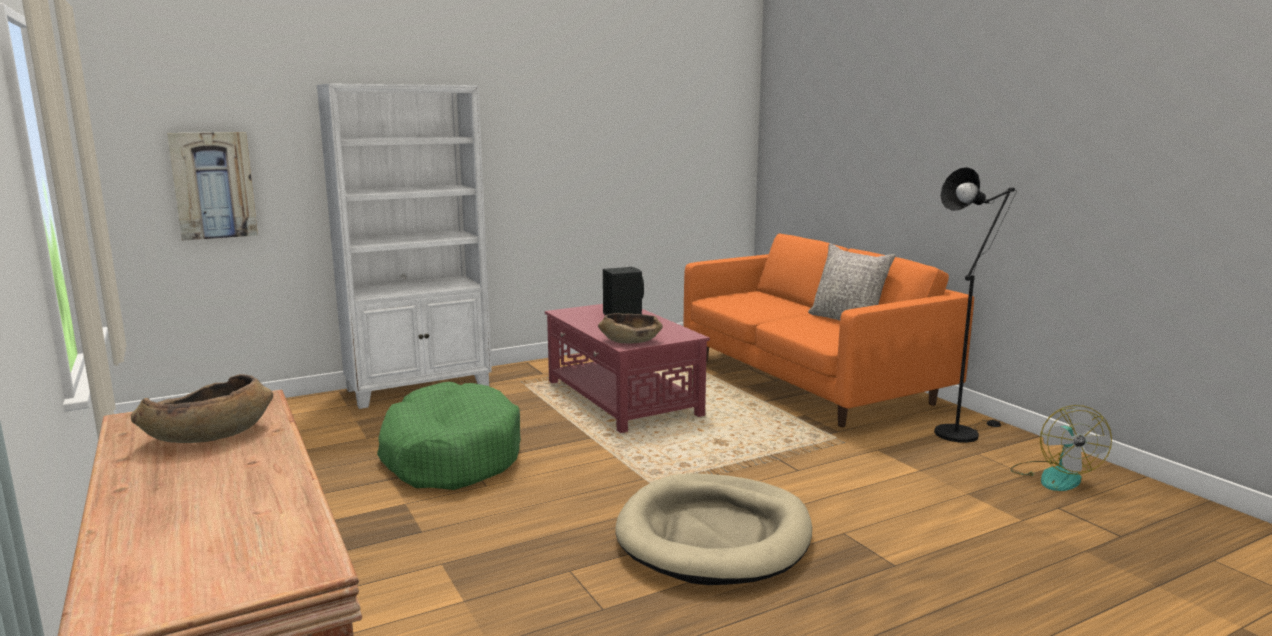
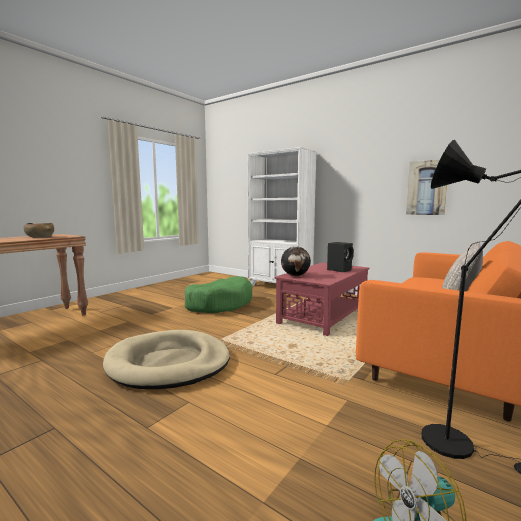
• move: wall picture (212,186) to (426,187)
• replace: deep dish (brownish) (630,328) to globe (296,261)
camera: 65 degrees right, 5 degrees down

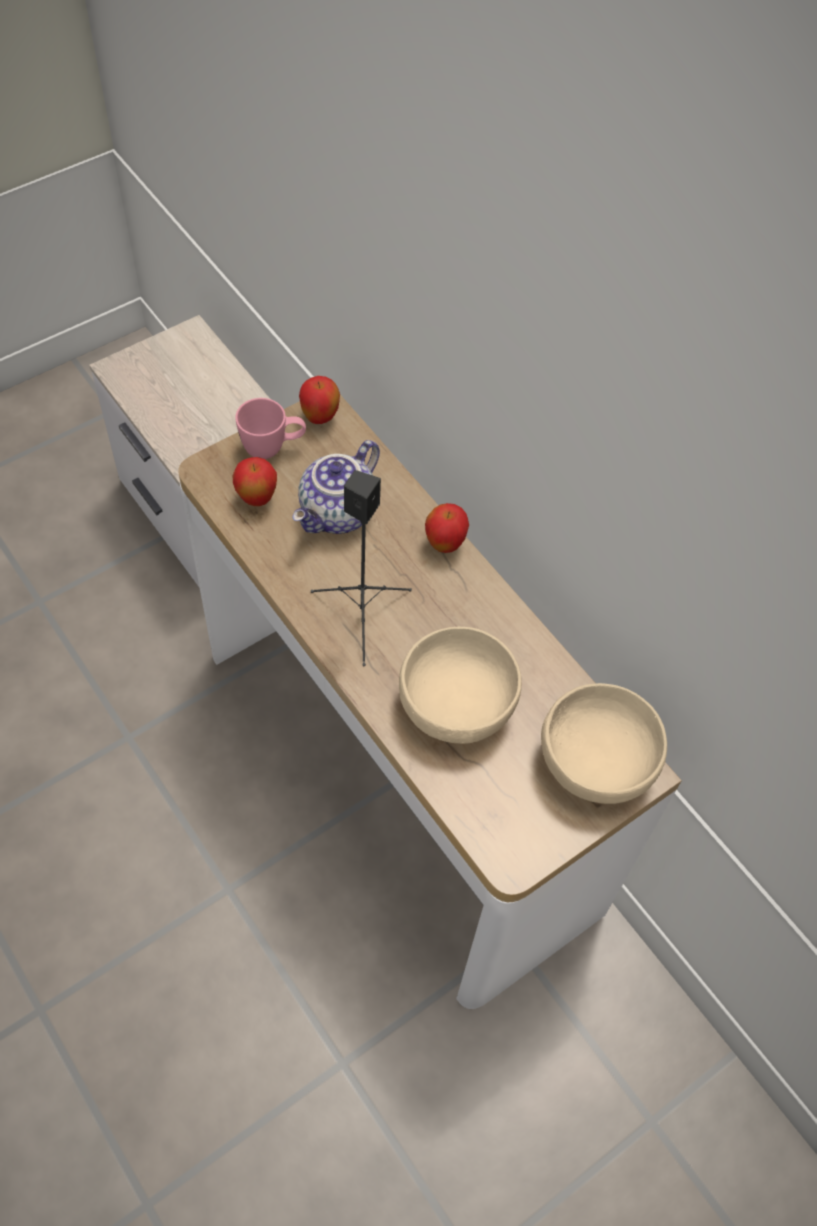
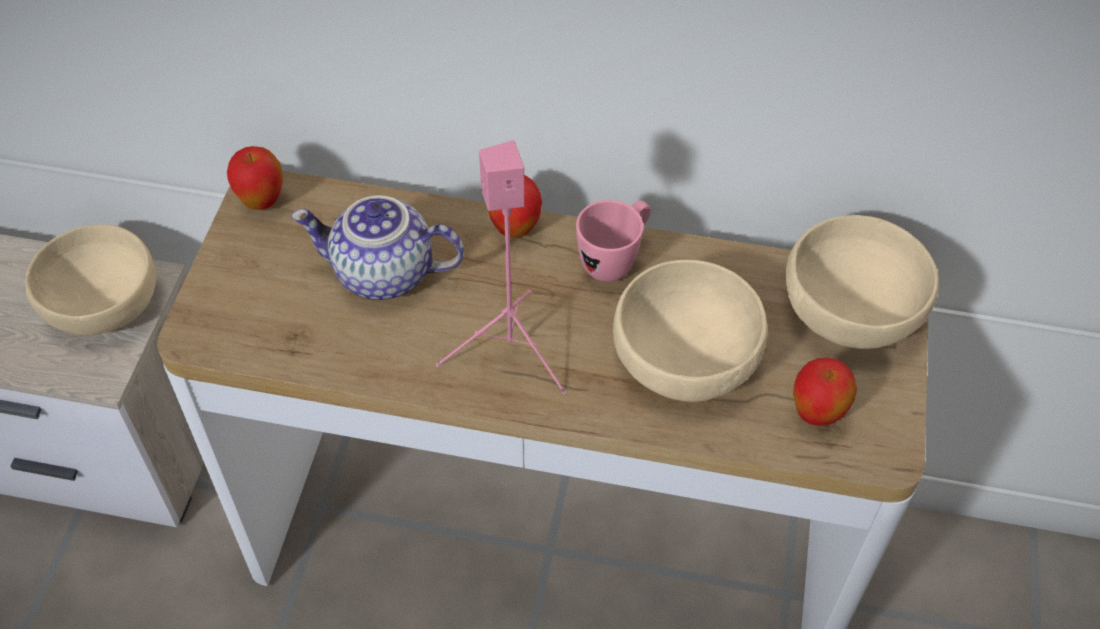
• insert: deep dish (sand-coloured) (90,279)
• move: whole apple (255,481) to (825,392)
• move: tea mug (pink-coloured) (270,428) to (613,241)
• recolor: loudspeaker (black-coloured) (361,568) to loudspeaker (pink-coloured) (501,267)
• rotate: tea pot (336,487) = (377,247) 105 degrees clockwise
camera: 40 degrees left, 5 degrees down

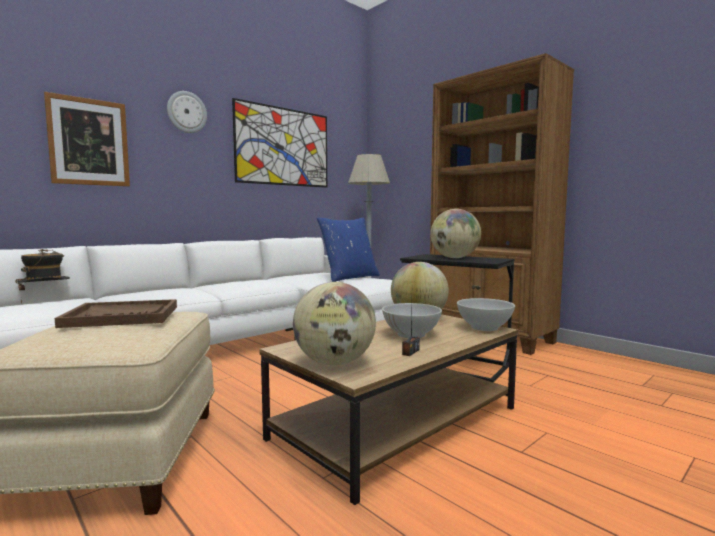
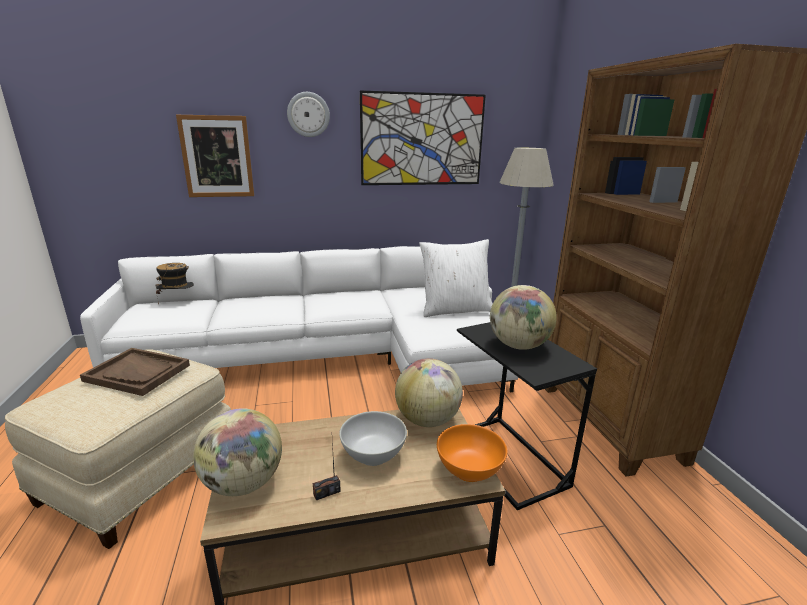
• recolor: cushion (bluish) (348,250) to cushion (white) (456,278)
• recolor: deep dish (white) (486,314) to deep dish (orangey) (472,453)
camera: 30 degrees right, 15 degrees up

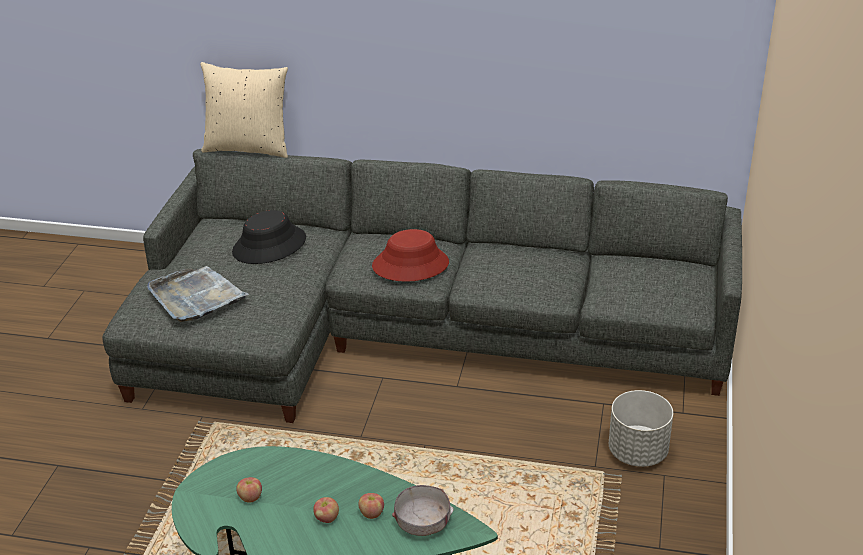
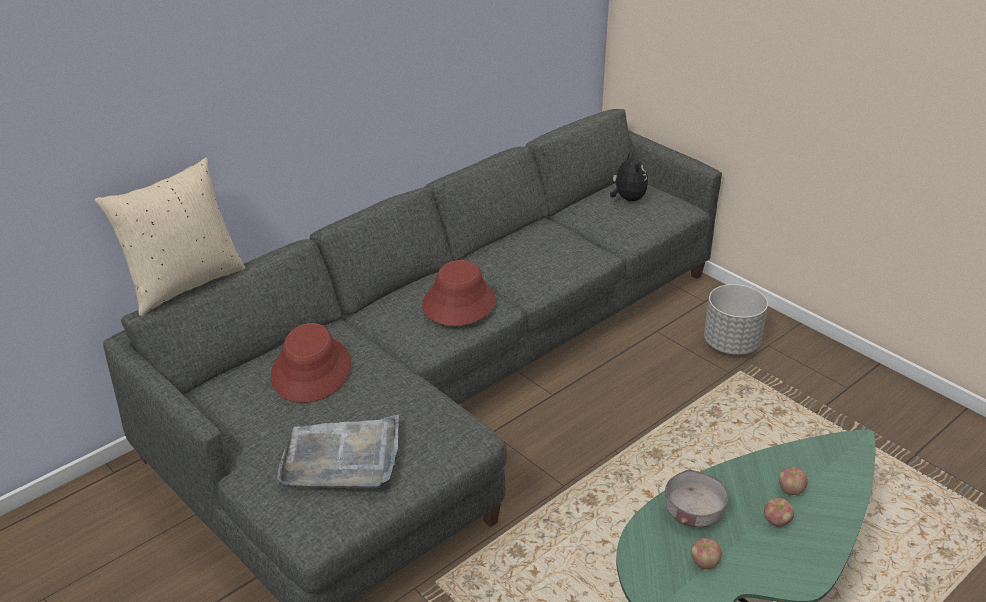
• insert: cuddly toy (629,176)
• move: deep dish (gray) (422,510) to (696,498)
• recolor: hat (black-coloured) (269,237) to hat (reddish) (311,363)
camera: 55 degrees left, 0 degrees up

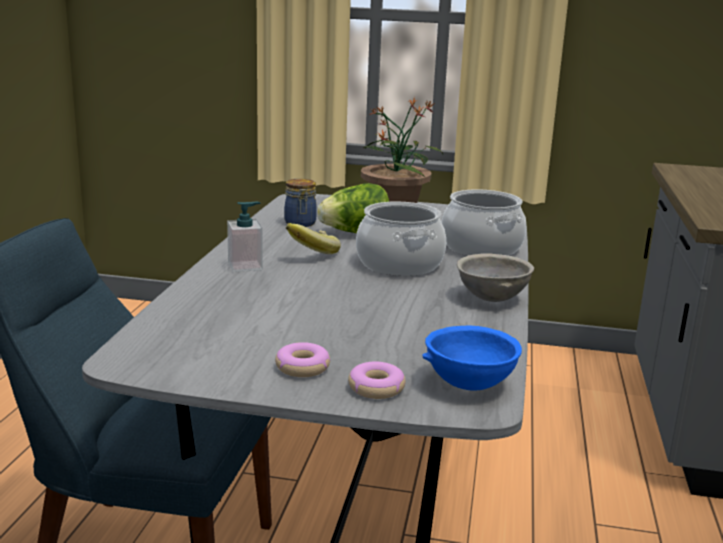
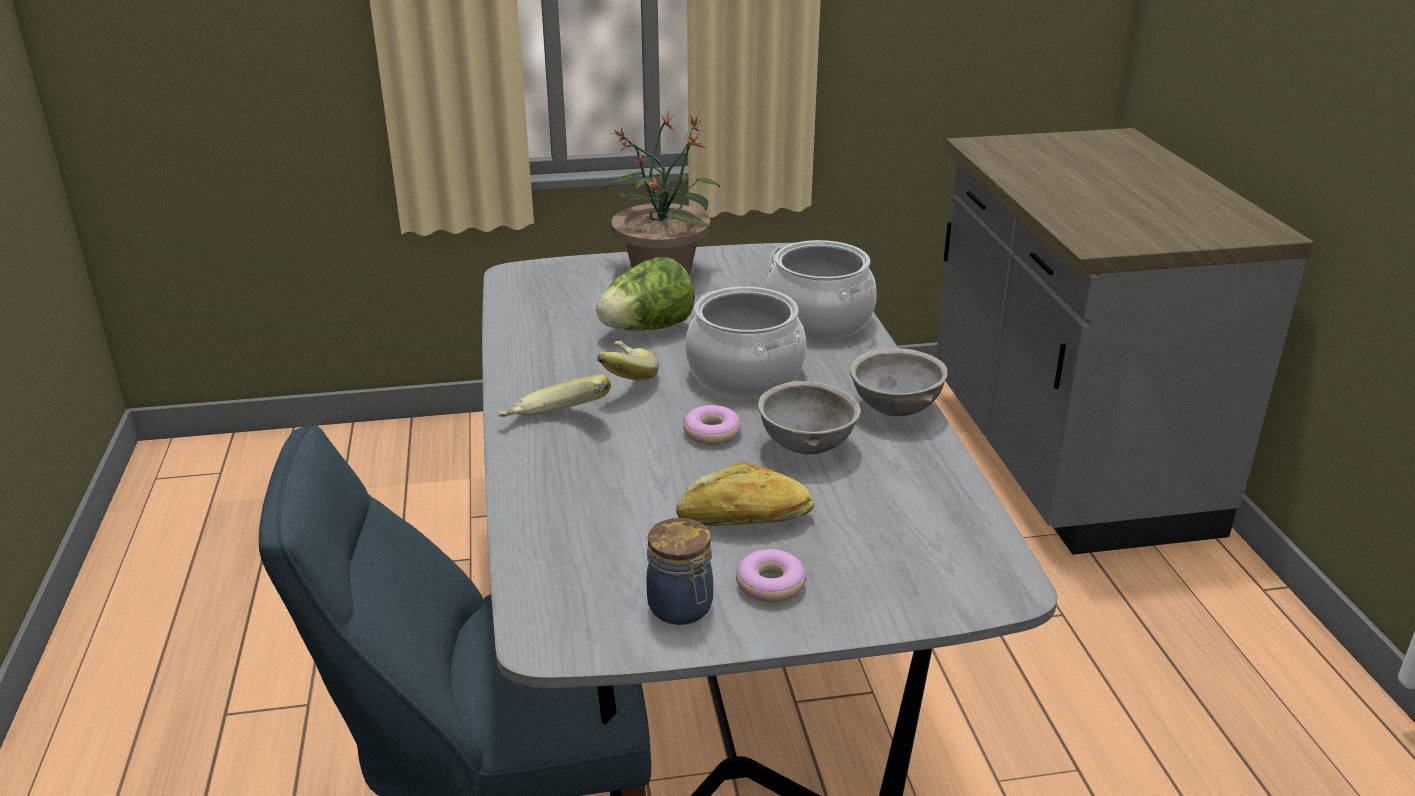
• delete: deep dish (bluish) (472,358)
• insert: bread (745,494)
• insert: deep dish (gray) (809,417)
• move: jar (300,203) to (679,571)
• move: ring doughnut (376,380) to (712,425)
• replace: liquid soap bottle (245,237) to whole banana (554,396)
camera: 20 degrees left, 10 degrees up

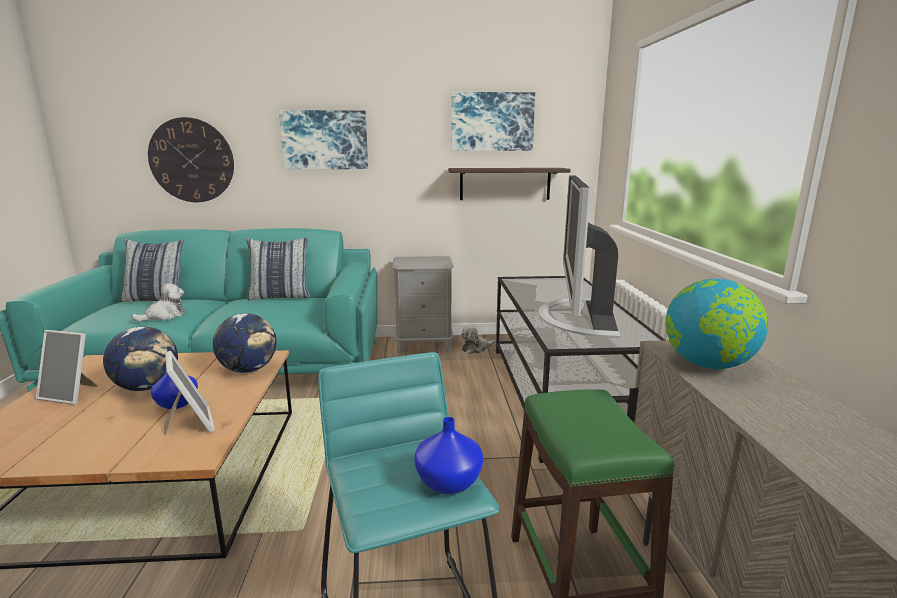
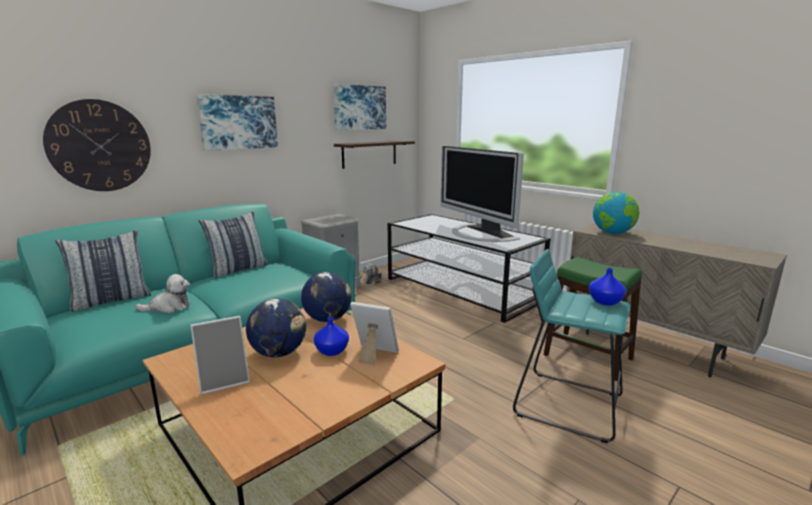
• rotate: cuddly toy (158,302) = (162,293) 60 degrees clockwise
camera: 40 degrees left, 0 degrees up

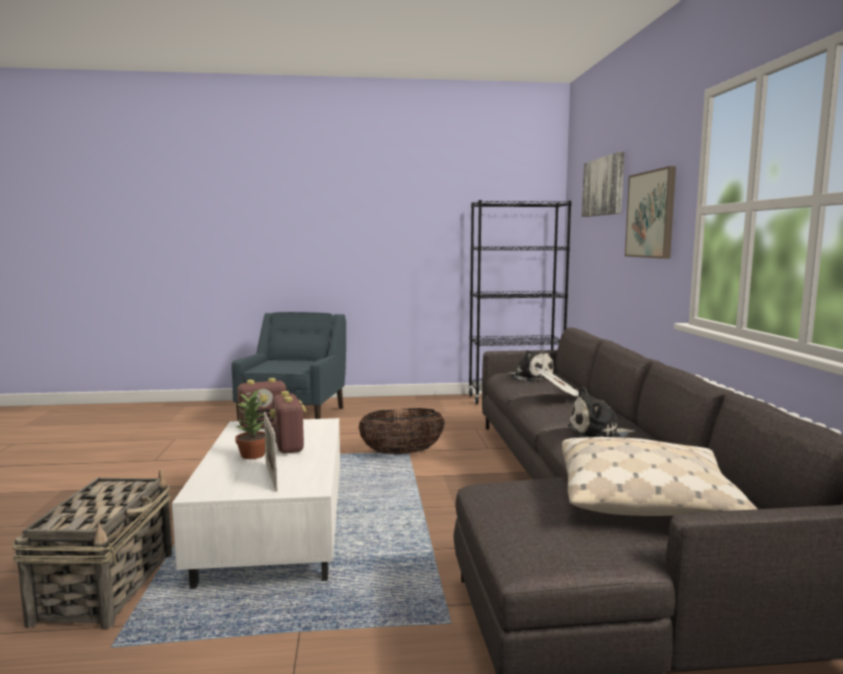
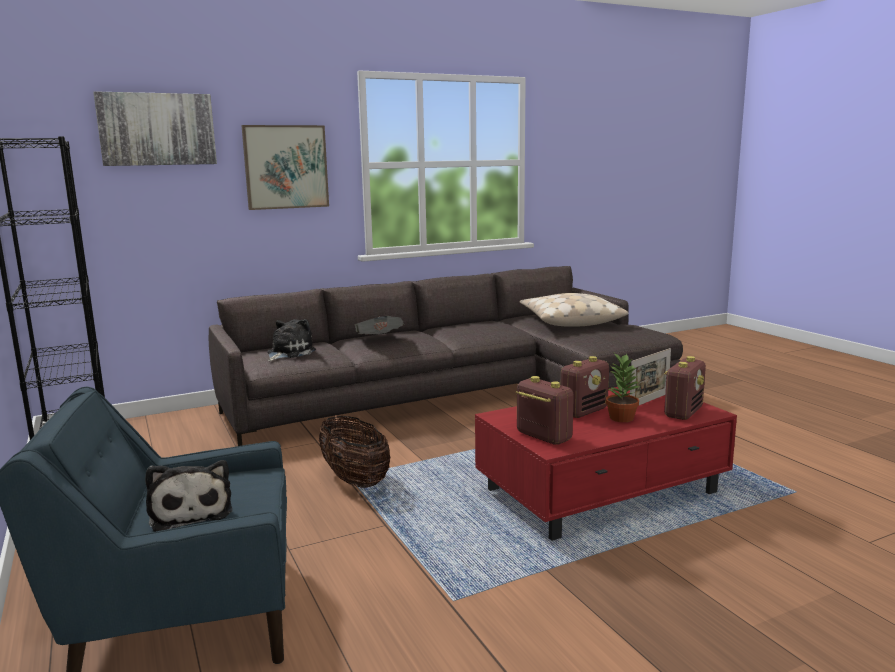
• delete: household basket (92,549)
• insert: radio set (685,388)
• move: cuddly toy (601,412) to (188,496)
• recolor: low table (white) (256,503) to low table (reddish) (606,464)
camera: 110 degrees left, 5 degrees up

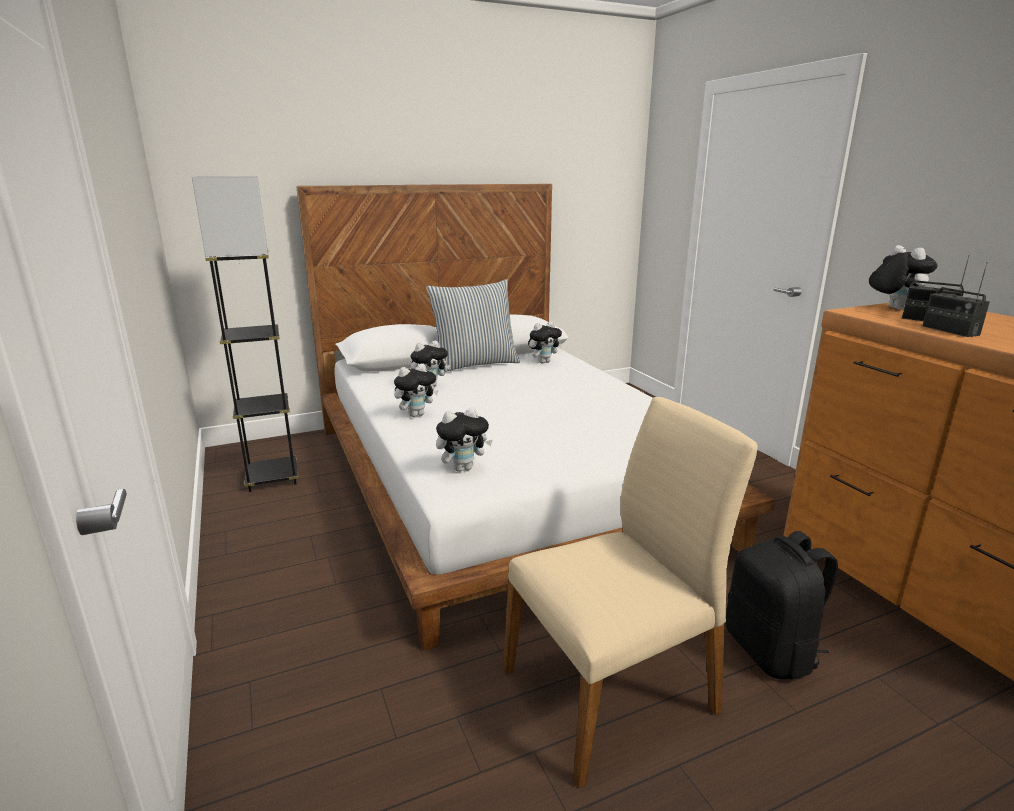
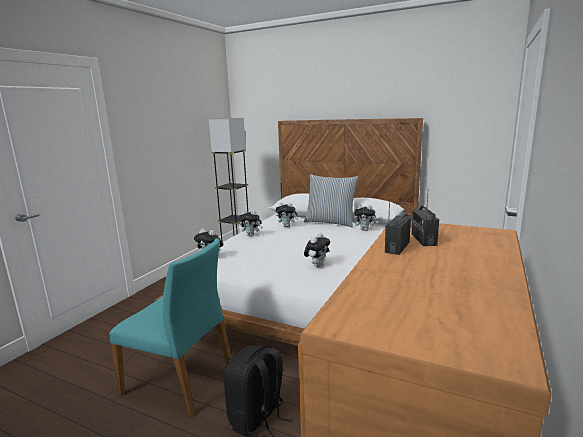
• move: cuddly toy (903,277) to (317,250)
• recolor: chair (sand-coloured) (630,593) to chair (blue-green) (170,327)
camera: 50 degrees right, 5 degrees down

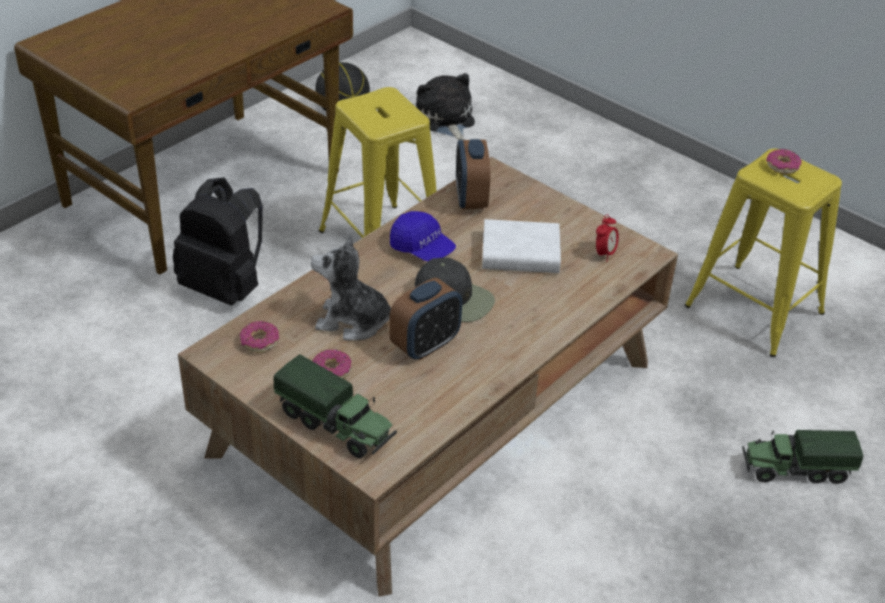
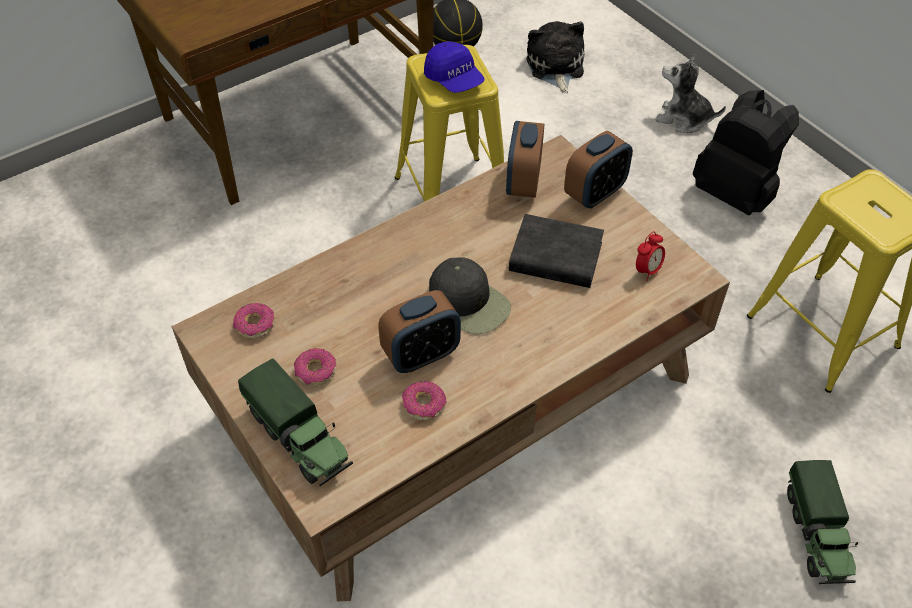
• insert: table clock (598,170)
• move: backpack (black-coloured) (218,241) to (746,152)
• move: cuddly toy (351,288) to (691,93)
• move: baseball cap (bluish) (423,236) to (454,67)
• move: ring doughnut (784,161) to (424,400)
• recolor: volume (white) (521,246) to volume (black-coloured) (556,251)
• rotate: toy truck (802,457) = (822,522) 105 degrees counterclockwise
camera: 15 degrees right, 10 degrees up

